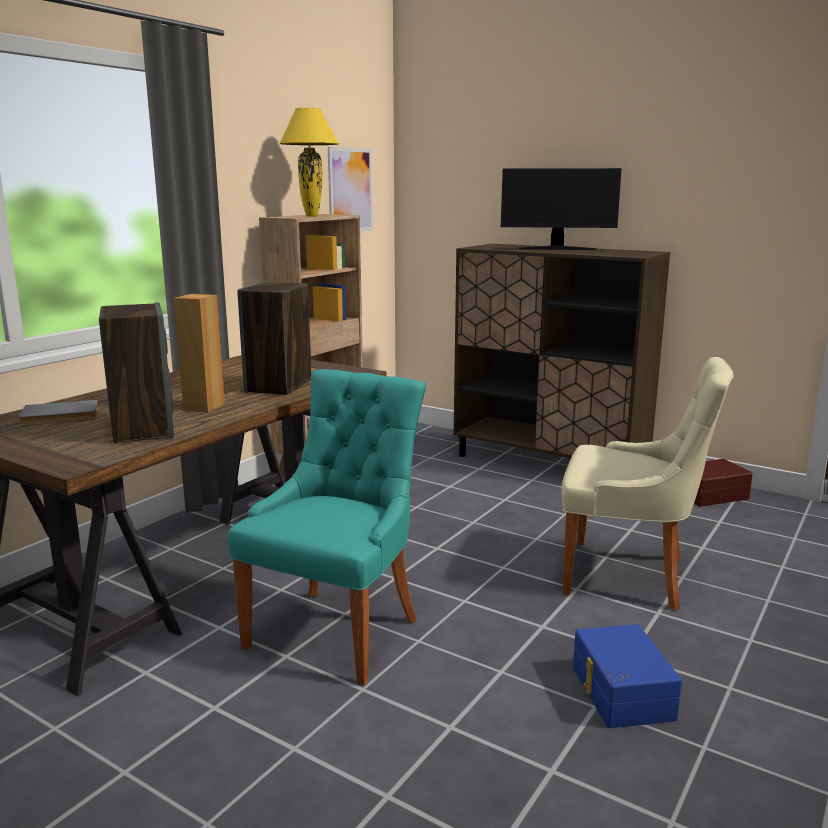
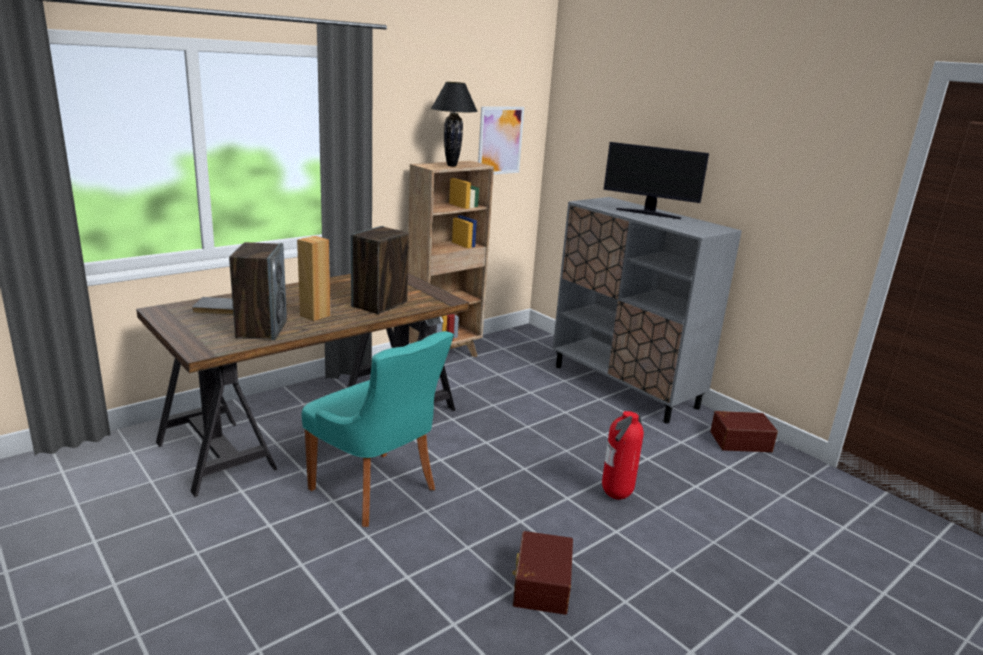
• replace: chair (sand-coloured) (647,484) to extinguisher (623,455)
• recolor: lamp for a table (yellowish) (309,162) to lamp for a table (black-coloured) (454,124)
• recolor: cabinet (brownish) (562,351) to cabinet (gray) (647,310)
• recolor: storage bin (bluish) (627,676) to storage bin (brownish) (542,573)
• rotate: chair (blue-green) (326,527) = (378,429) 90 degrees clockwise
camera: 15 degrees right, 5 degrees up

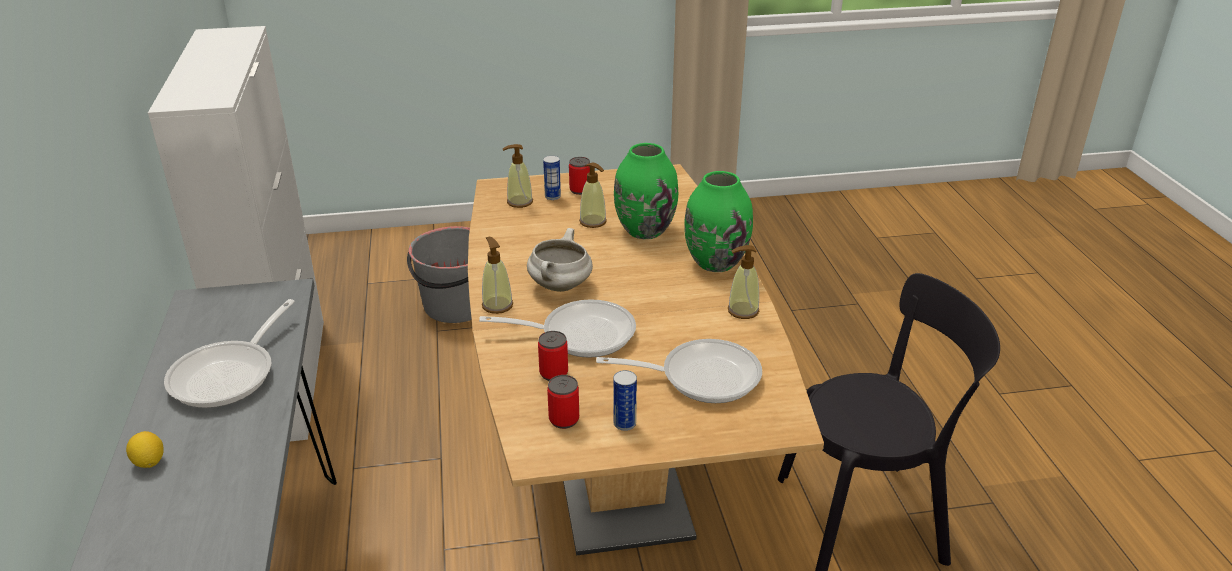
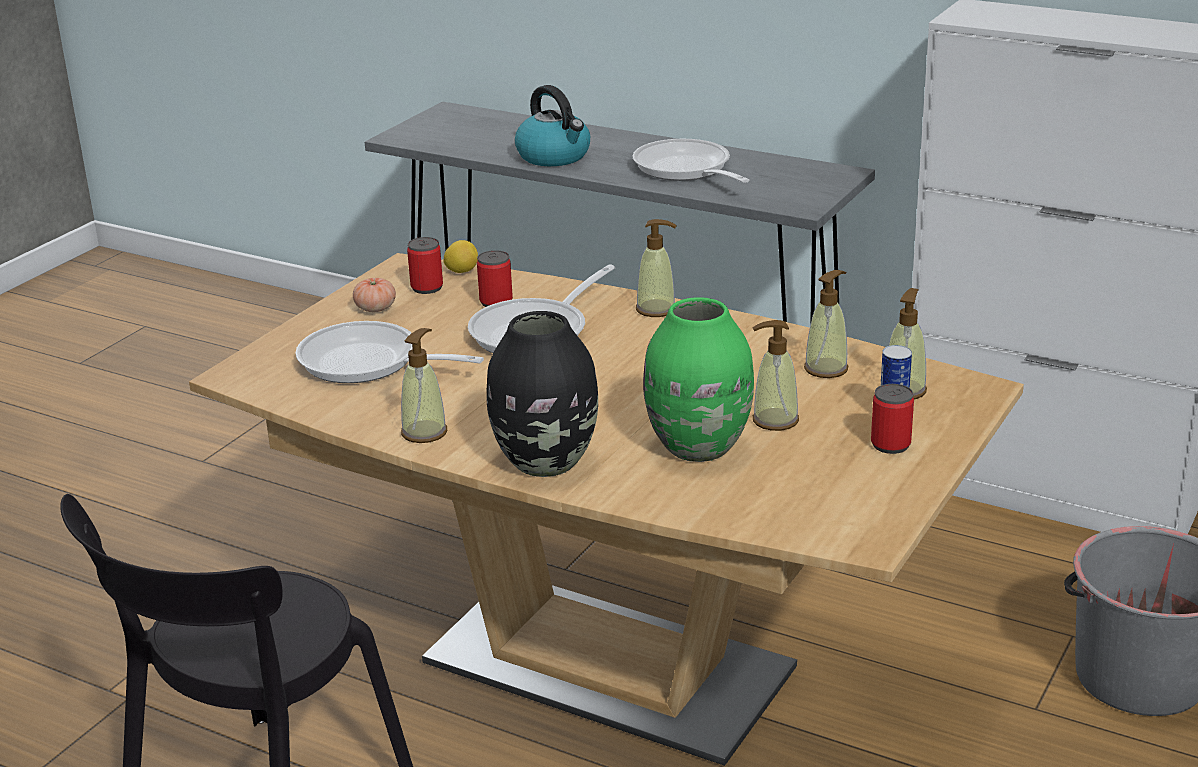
• delete: saucepot (white) (560,260)
• insert: water kettle (552,125)
• insert: liquid soap bottle (826,324)
• move: lemon (144,449) to (460,256)
• replace: can (625,400) to tomato (374,295)
• recolor: vase (green) (718,221) to vase (black-coloured) (542,394)
• rotate: skillet (679,371) = (390,352) 75 degrees clockwise
camera: 130 degrees right, 5 degrees down

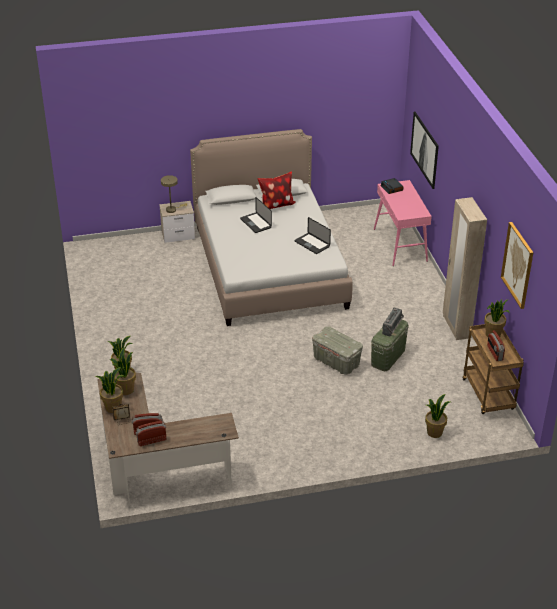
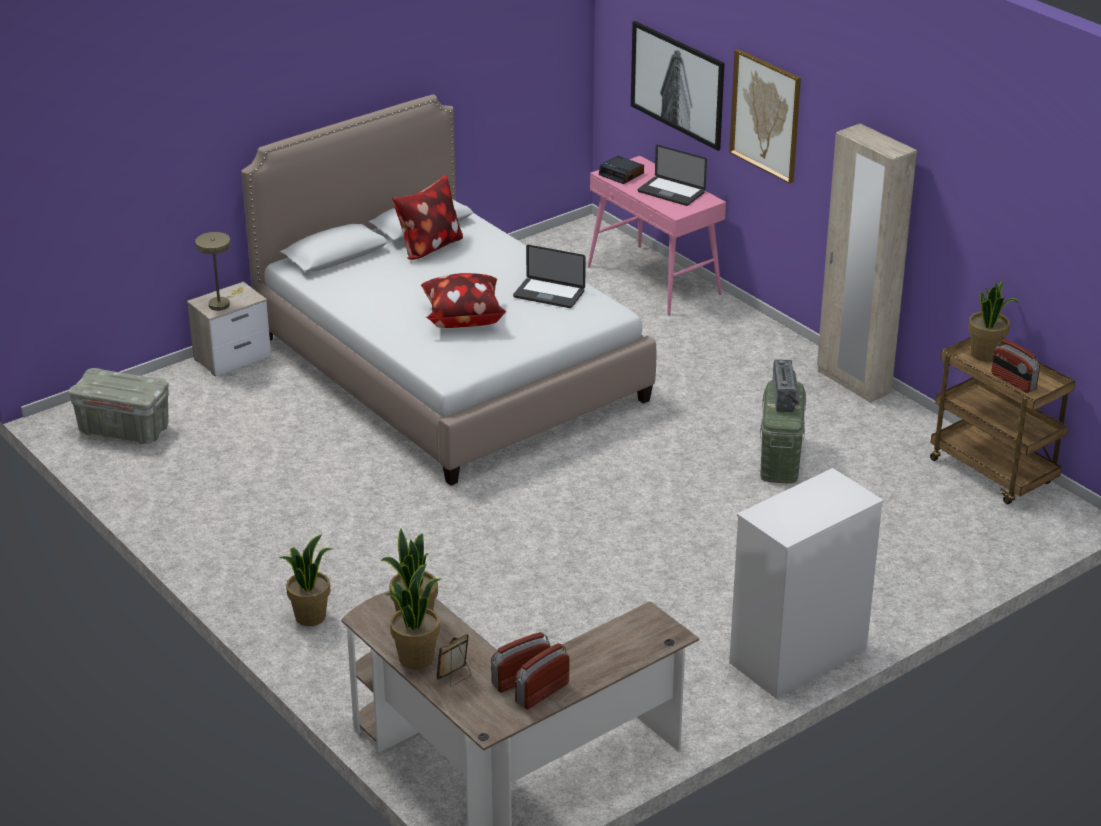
• delete: houseplant (437,416)
• insert: cushion (463,300)
• insert: chest of drawers (white) (806,583)
• move: notebook computer (256,215) to (672,175)
• move: storage bin (gray) (337,350) to (119,406)
• move: wall picture (517,265) to (765,116)
camera: 25 degrees left, 5 degrees down

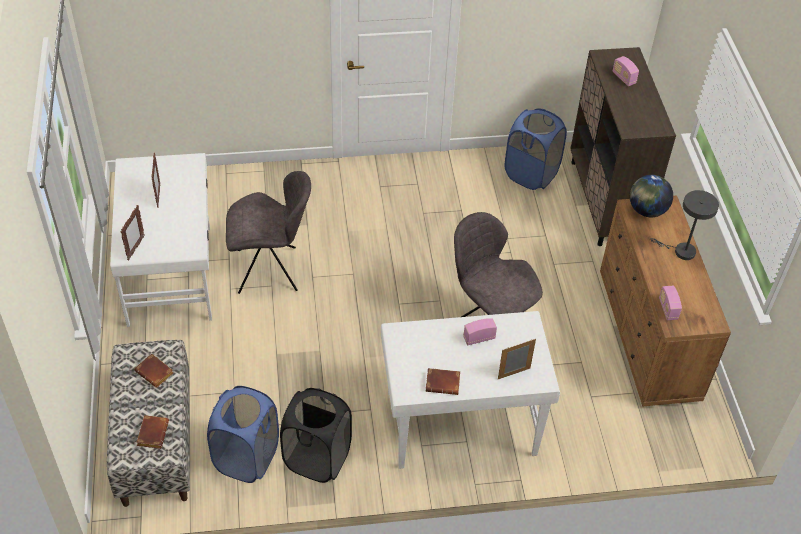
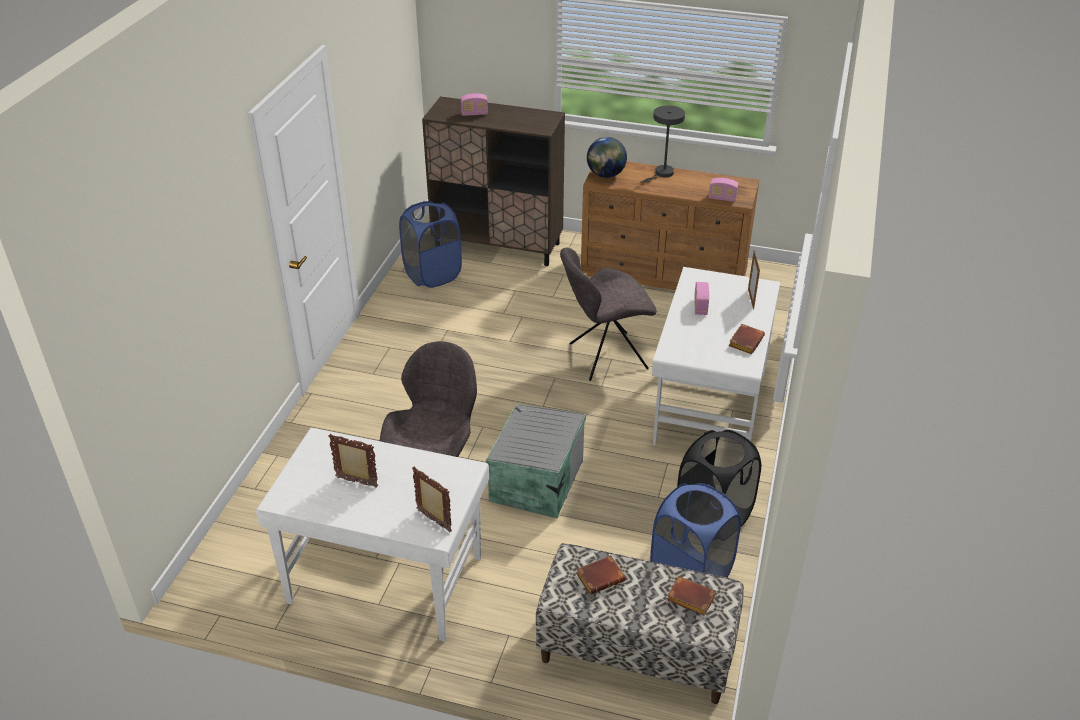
• insert: storage bin (gray) (536,461)
camera: 65 degrees left, 10 degrees down

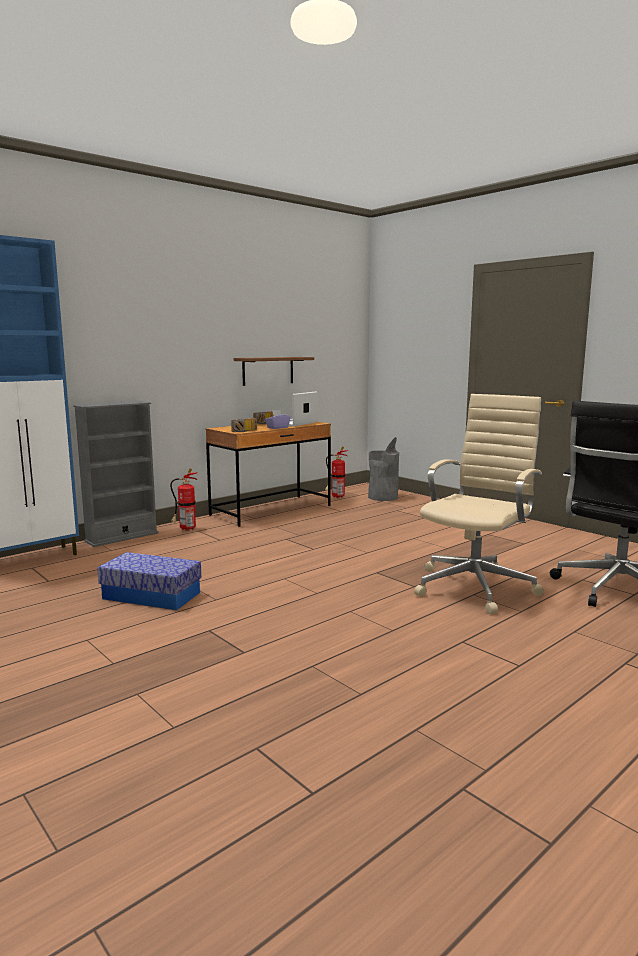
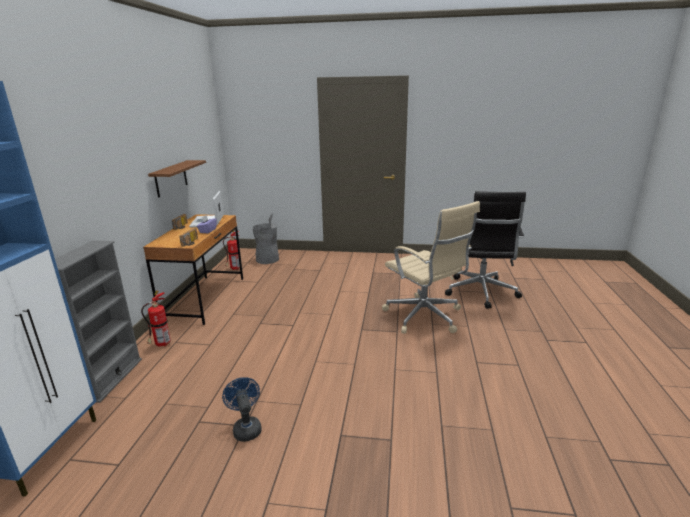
• replace: storage bin (149,581) to cooling fan (bluish) (242,409)
• rotate: office chair (sand-coloured) (479,504) = (431,267) 150 degrees clockwise
camera: 40 degrees left, 10 degrees up

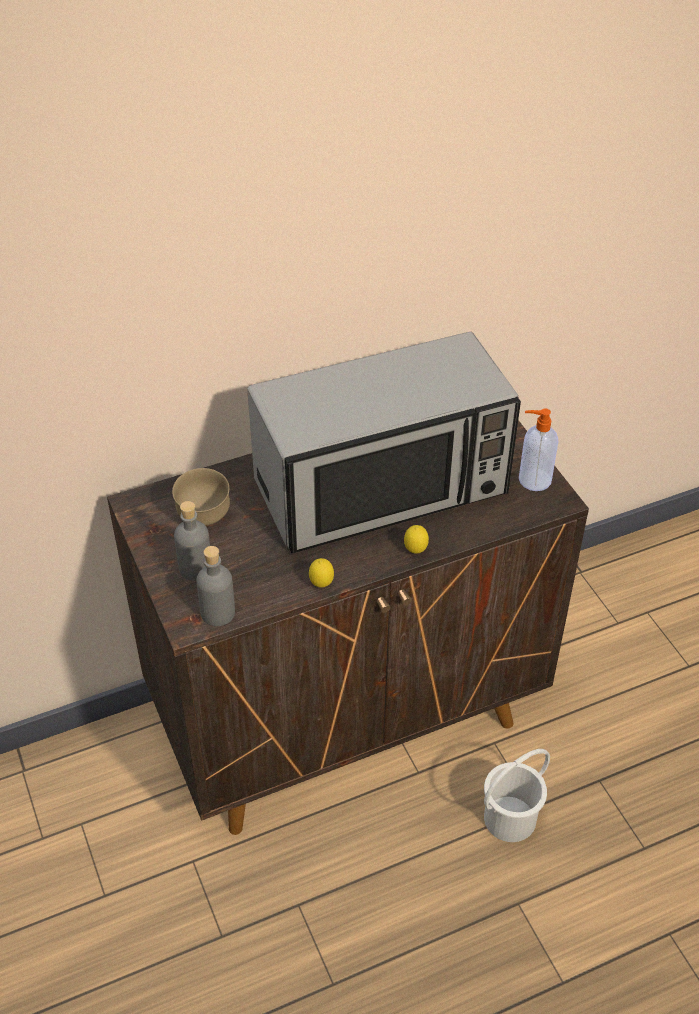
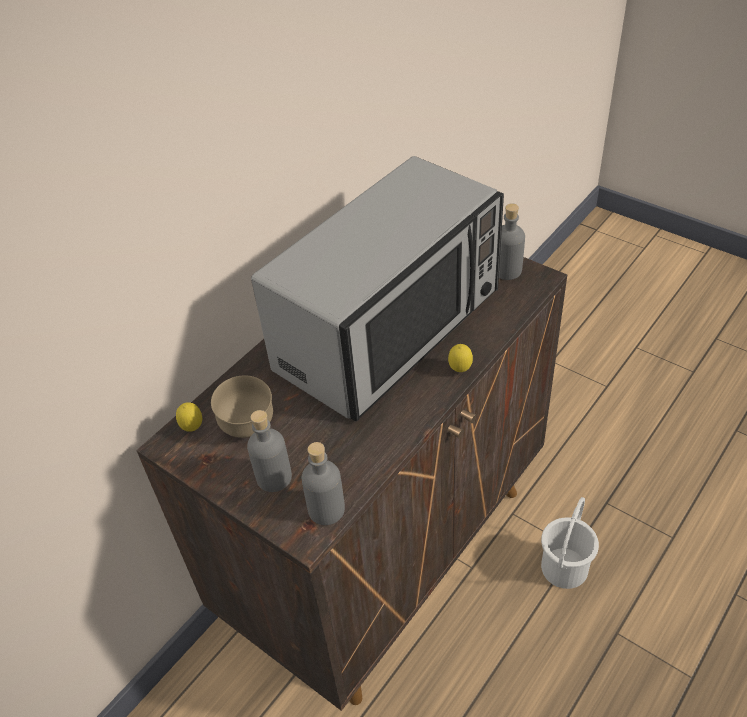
• move: lemon (321,572) to (189,417)
• replace: liquid soap bottle (539,449) to beverage bottle (gray) (512,241)
camera: 25 degrees left, 0 degrees up

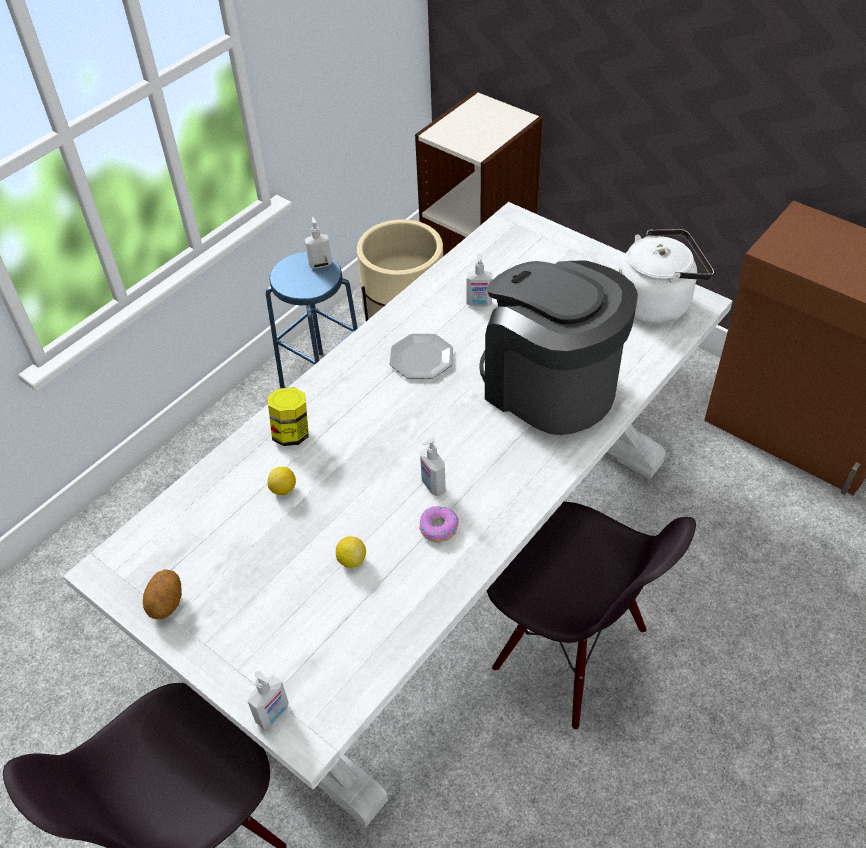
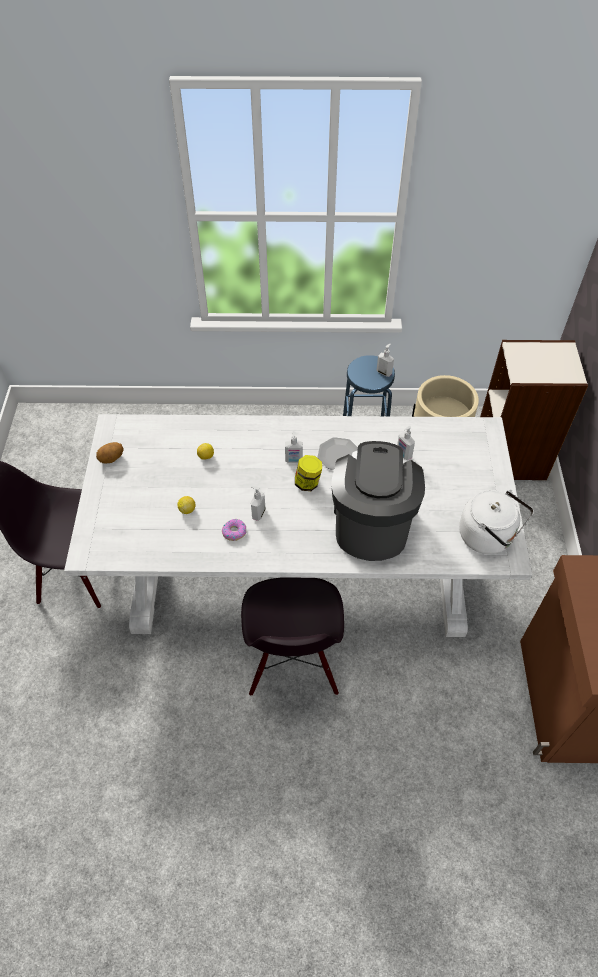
• move: liquid soap bottle (268,700) to (294,447)
• move: jar (288,416) to (308,473)
camera: 50 degrees right, 5 degrees up

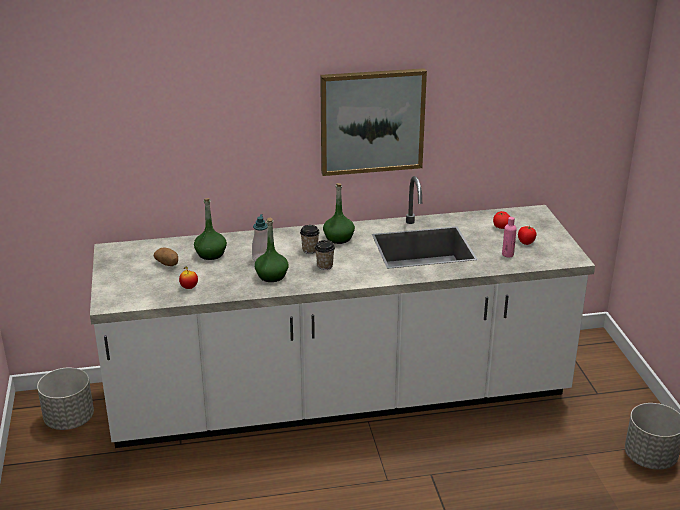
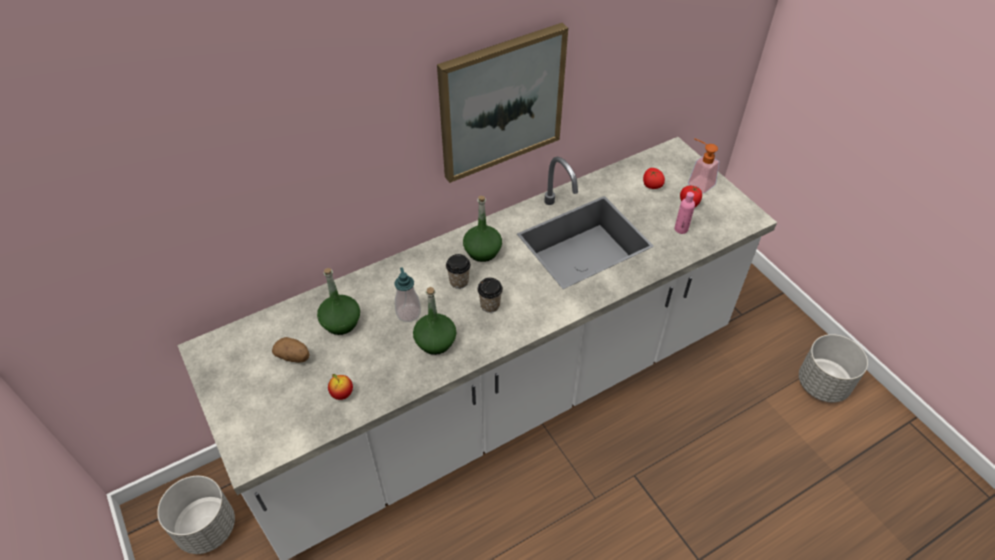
• insert: liquid soap bottle (703,165)
camera: 20 degrees left, 20 degrees up

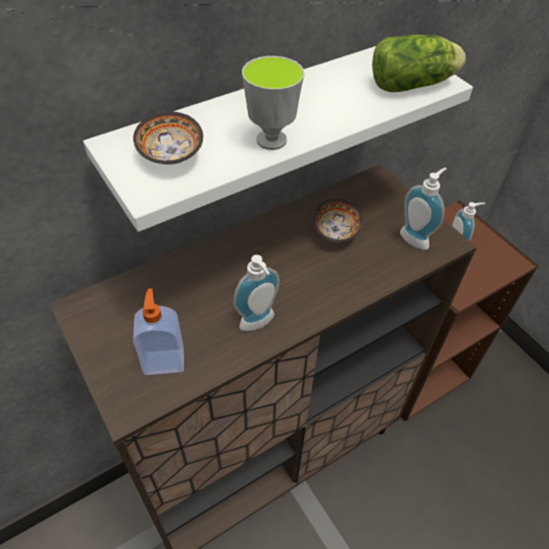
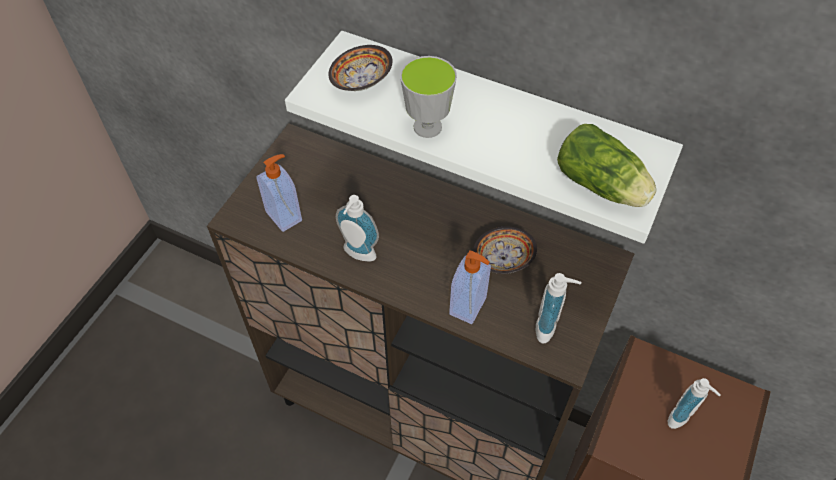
• insert: liquid soap bottle (470,287)
camera: 60 degrees right, 5 degrees up

